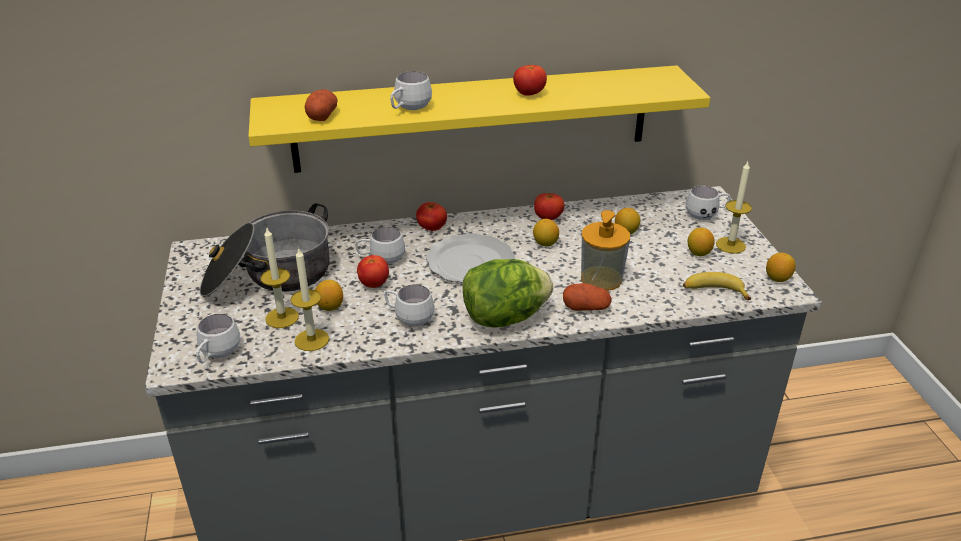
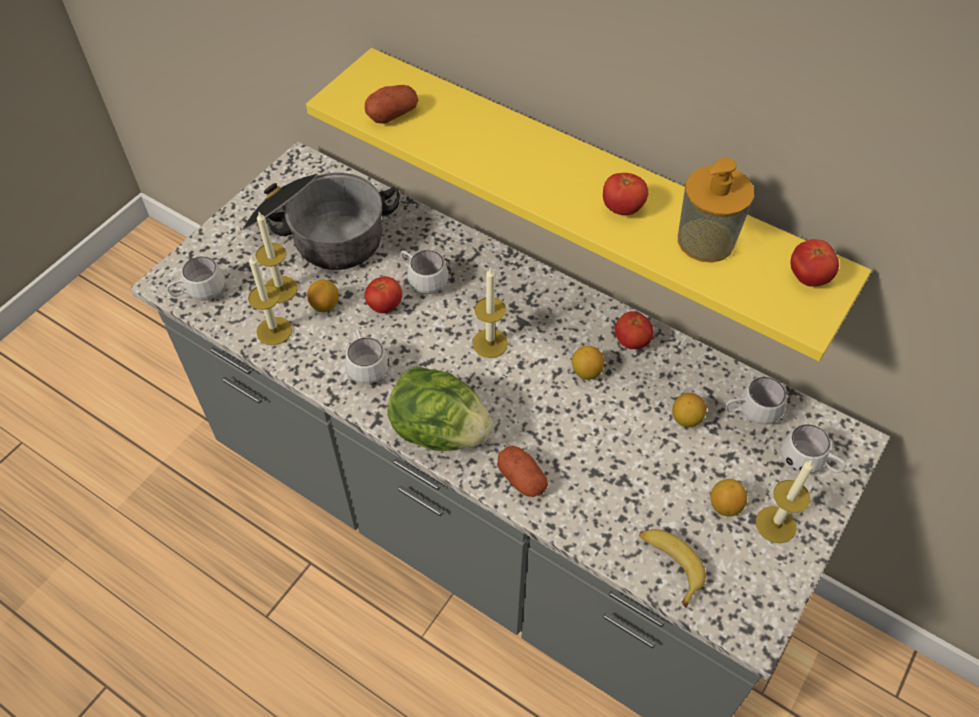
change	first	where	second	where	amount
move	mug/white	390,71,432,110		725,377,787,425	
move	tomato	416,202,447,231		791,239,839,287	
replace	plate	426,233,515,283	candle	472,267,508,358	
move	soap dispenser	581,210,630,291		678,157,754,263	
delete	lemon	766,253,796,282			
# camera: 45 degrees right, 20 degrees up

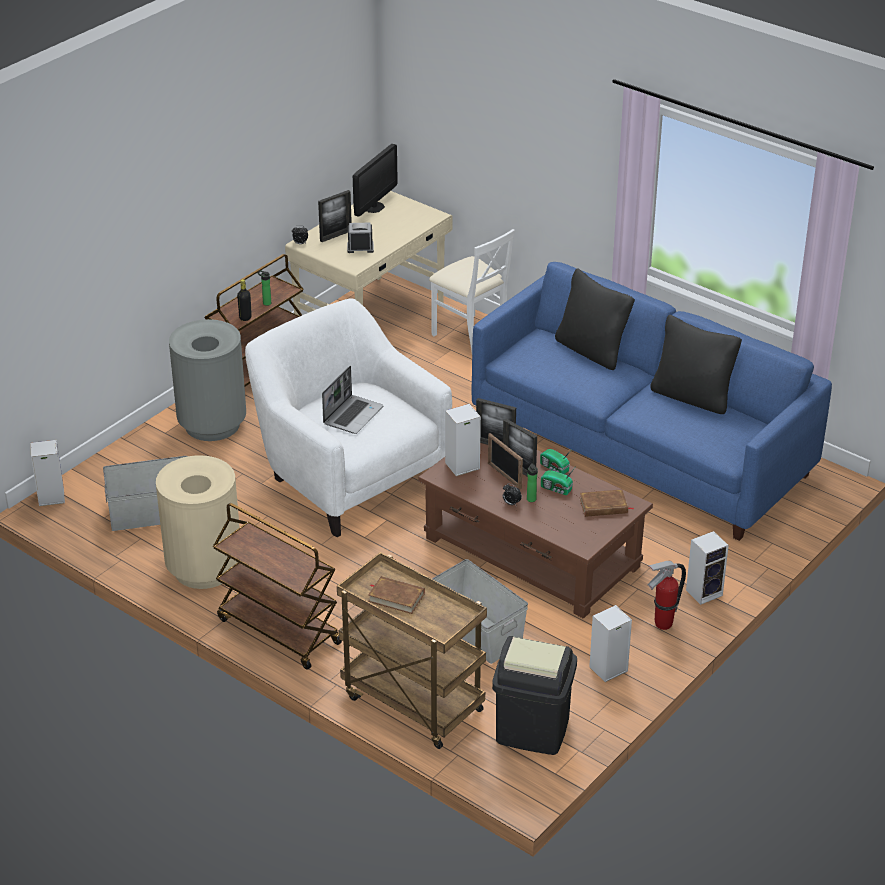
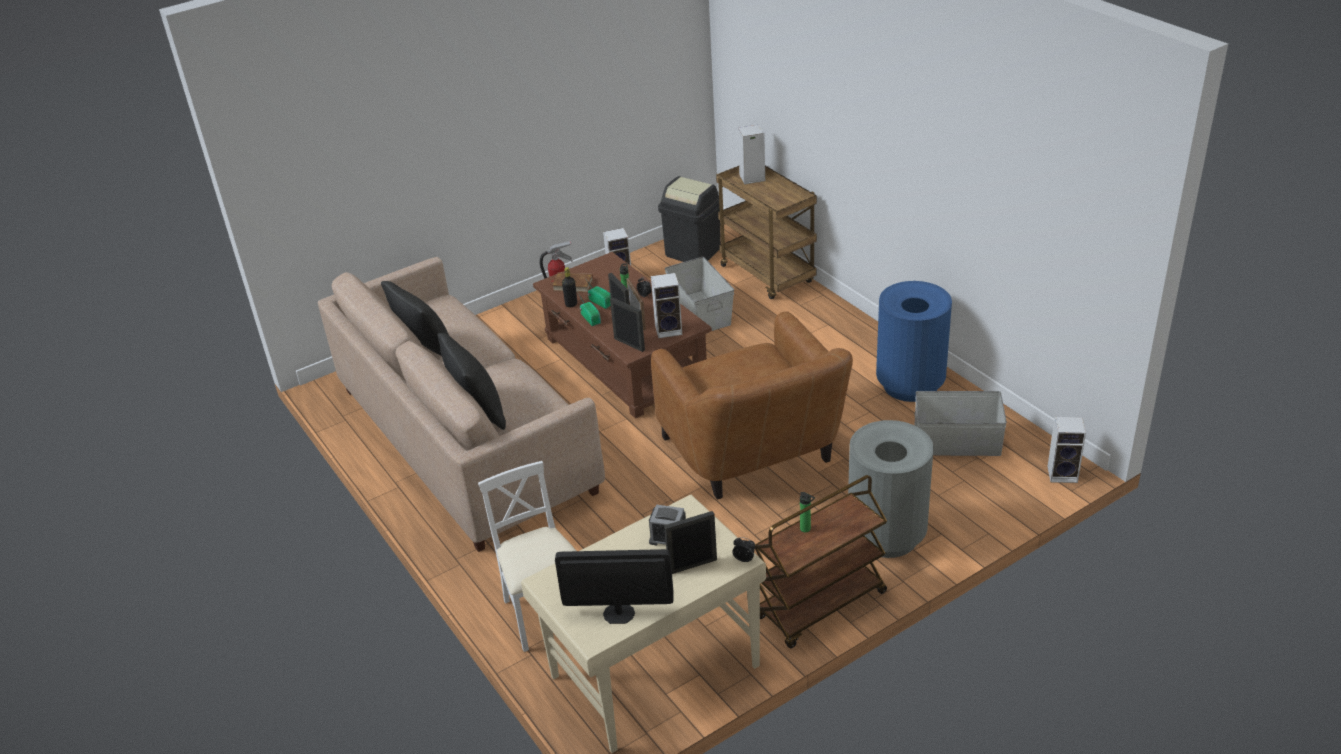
change	first	where	second	where	amount
recolor	trash can/beige	156,455,240,589	trash can/blue	876,281,952,402	
delete	cart/brown	213,503,342,670			
move	bottle/black	237,279,252,321		562,267,577,307	
recolor	armchair/white	245,298,452,537	armchair/brown	651,311,853,499	
delete	laptop	322,366,383,434			
rotate	monitor	353,144,397,217		555,549,674,624	45 degrees clockwise
delete	book/brown	368,576,425,614			
recolor	sofa/blue	472,262,832,541	sofa/beige	318,257,605,552	
move	speaker	686,531,729,605		738,125,765,185	
# camera: 160 degrees left, 0 degrees up

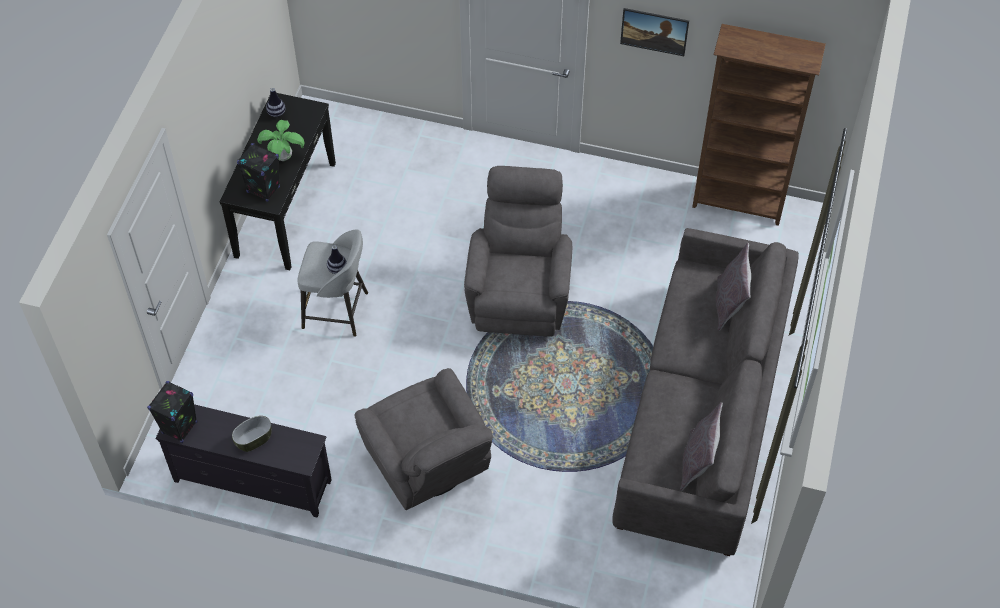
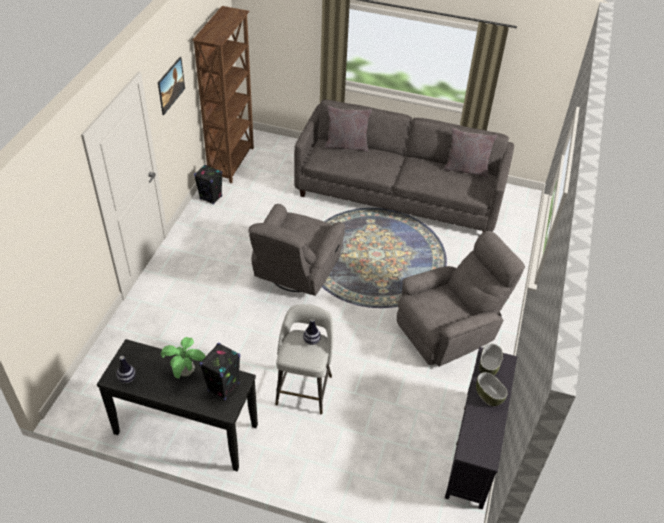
change	first	where	second	where	amount
move	speaker/black	147,381,198,443		194,165,222,205	
rotate	armchair/grey	464,166,572,337		248,204,345,296	75 degrees counterclockwise
insert			bowl	479,344,503,376	
# camera: 90 degrees left, 10 degrees down

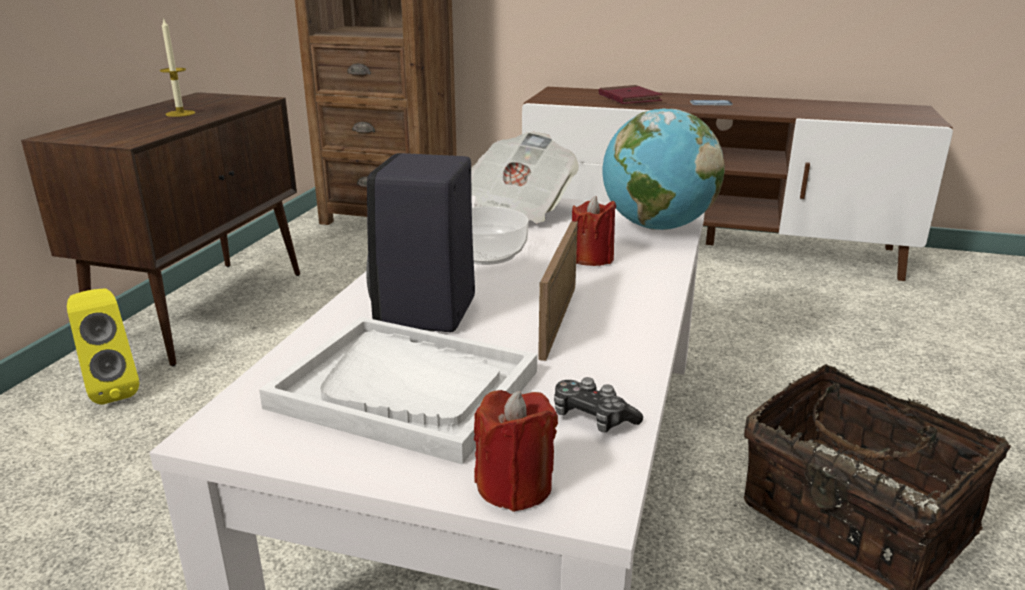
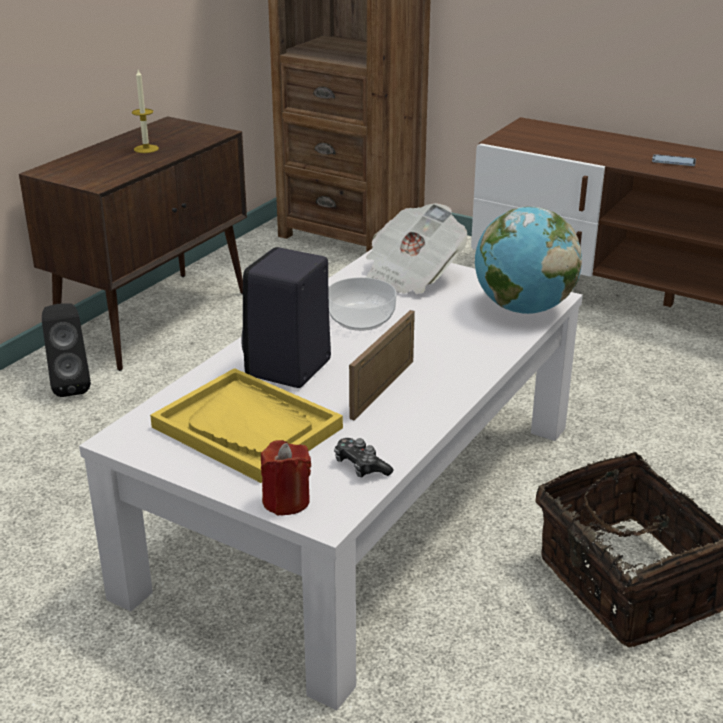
change	first	where	second	where	amount
recolor	speaker/yellow	67,288,139,405	speaker/black	42,303,91,397	
recolor	tray/white	259,317,537,464	tray/yellow	150,368,343,483	
delete	candle/red	572,196,616,266			
delete	book/red	599,85,662,104			
# camera: 15 degrees right, 5 degrees up

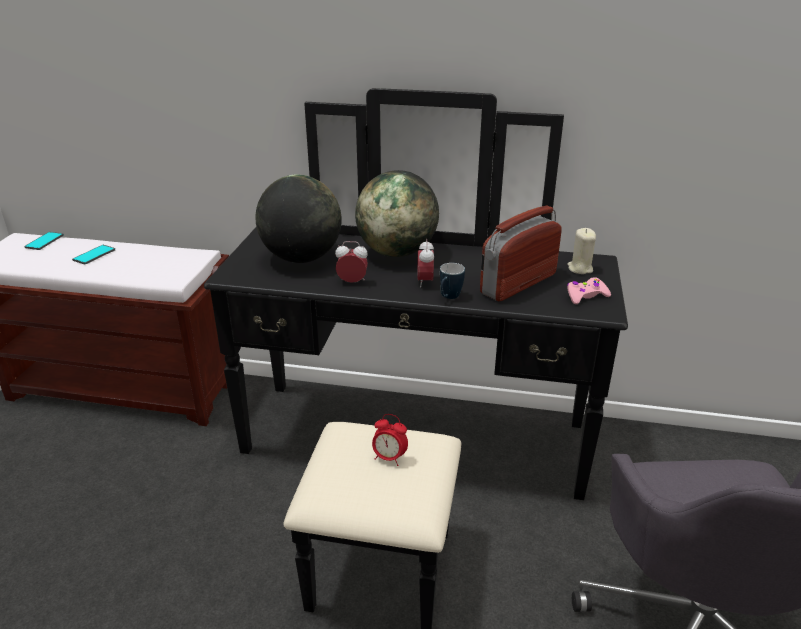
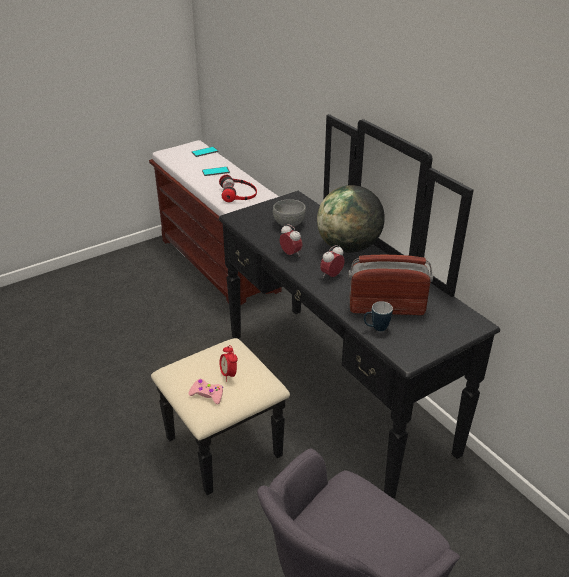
change	first	where	second	where	amount
replace	globe	256,175,342,263	bowl/grey	273,199,306,227	
move	mug	440,263,465,299		364,301,393,331	
delete	candle/beige	567,228,596,274			
move	game controller/pink	567,277,611,304		188,379,223,404	
insert			headphones	219,175,257,202	
# camera: 45 degrees right, 5 degrees up

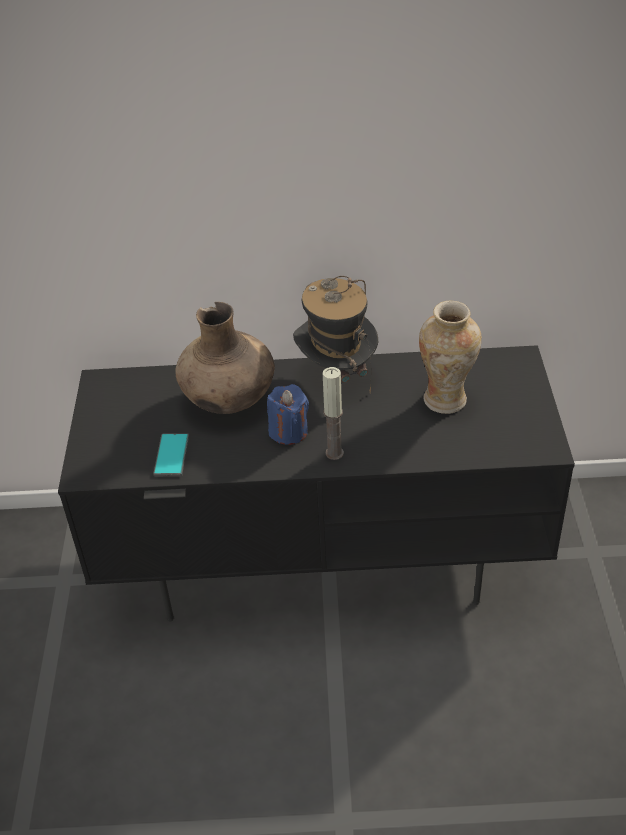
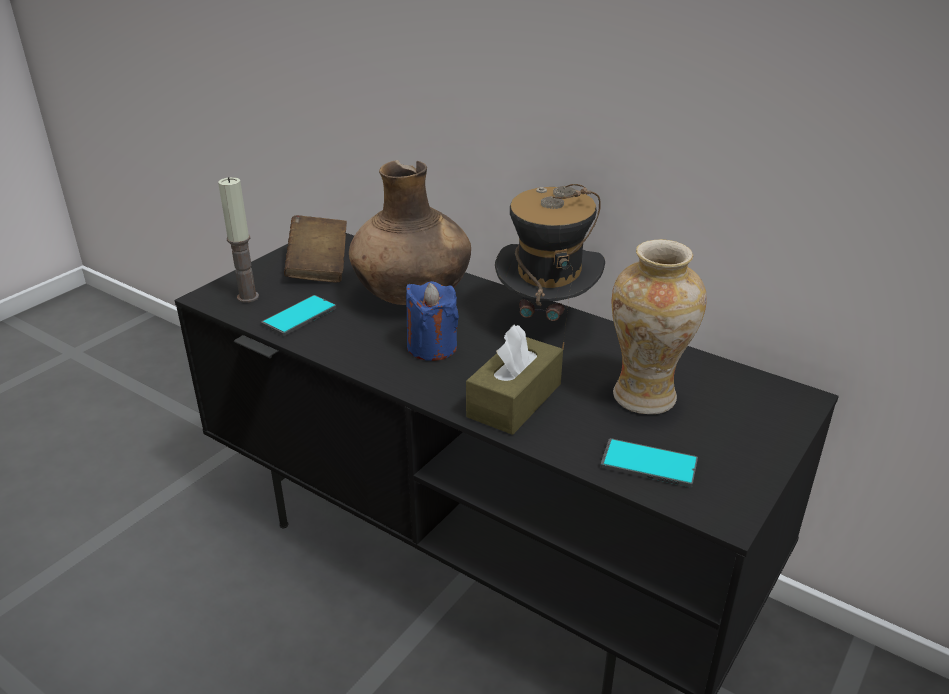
change	first	where	second	where	amount
move	candle	323,367,344,460		218,177,259,303	
insert			book/brown	284,215,347,282	
insert			tissue box/brown	466,324,563,435	
insert			phone	600,438,698,487	
# camera: 35 degrees right, 10 degrees down

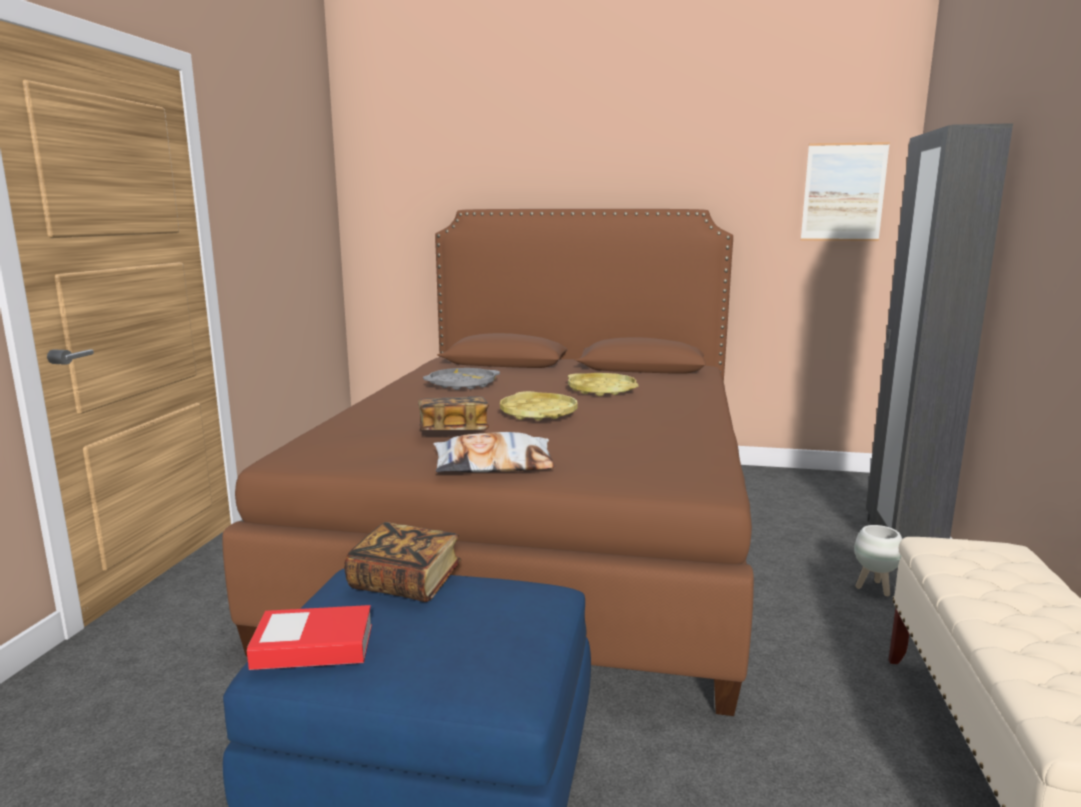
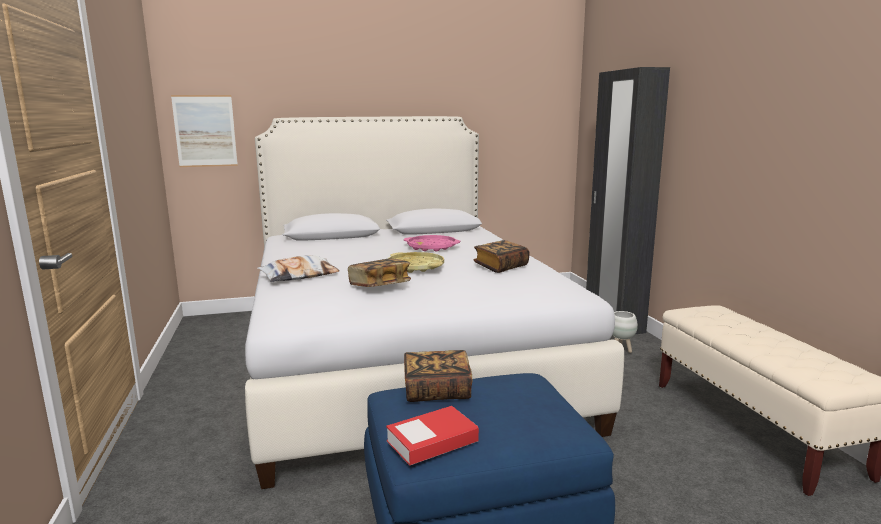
change	first	where	second	where	amount
recolor	bed/brown	222,209,754,716	bed/white	245,116,624,489	
delete	tray/grey	423,368,500,390			
move	pillow	434,432,555,472		257,255,339,282	
recolor	tray/yellow	568,373,639,396	tray/pink	404,235,460,252	
move	picture	801,142,890,241		171,95,238,167	
insert			book	474,240,529,273	
# camera: 25 degrees left, 0 degrees up

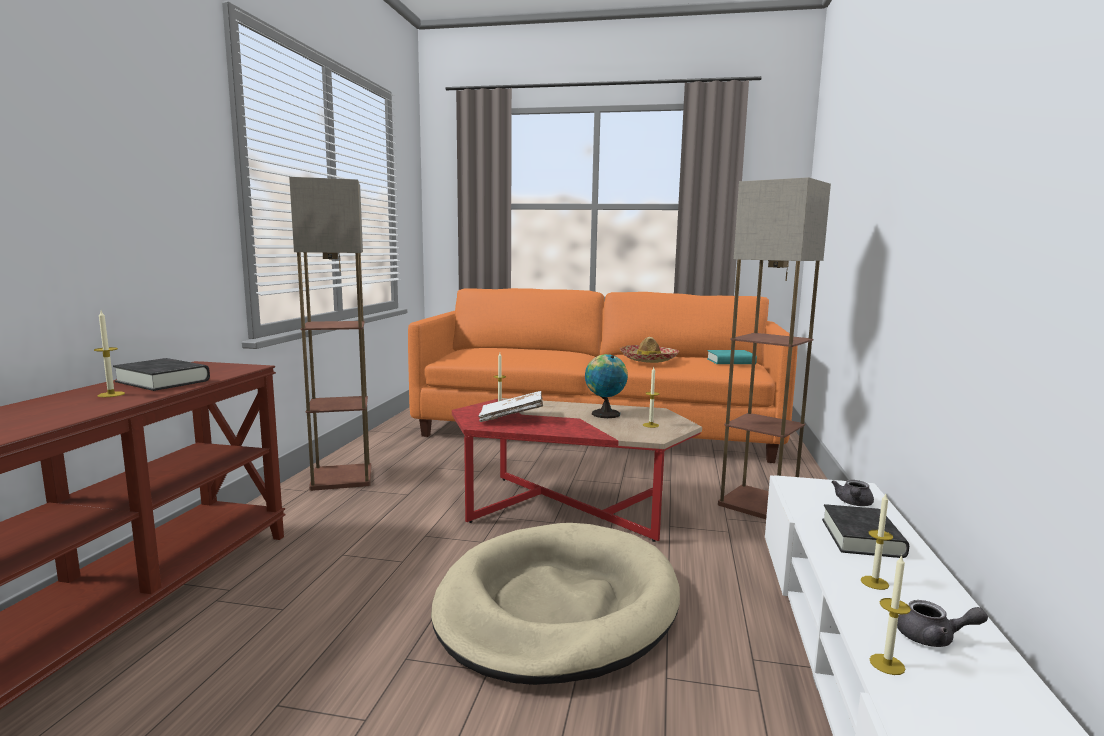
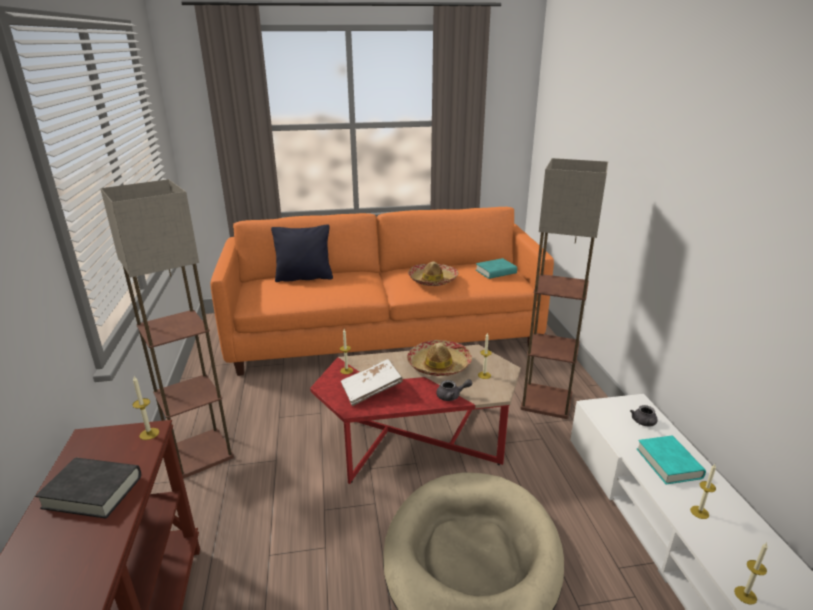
change	first	where	second	where	amount
move	candle	94,311,125,397		133,376,159,440	
replace	globe	585,354,628,418	hat	407,340,472,376	
recolor	book/black	822,504,909,558	book/turquoise	637,436,706,485	
move	teapot/grey	897,600,988,647		437,379,472,401	
insert			pillow/black	271,224,333,282	
# camera: 20 degrees left, 15 degrees up

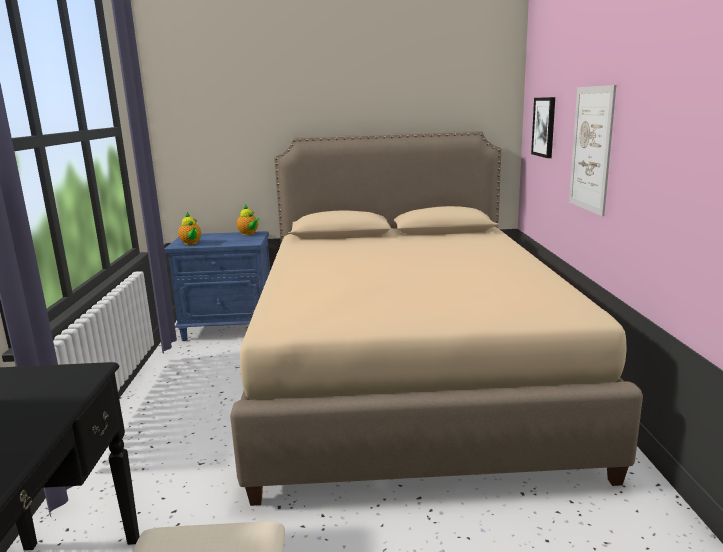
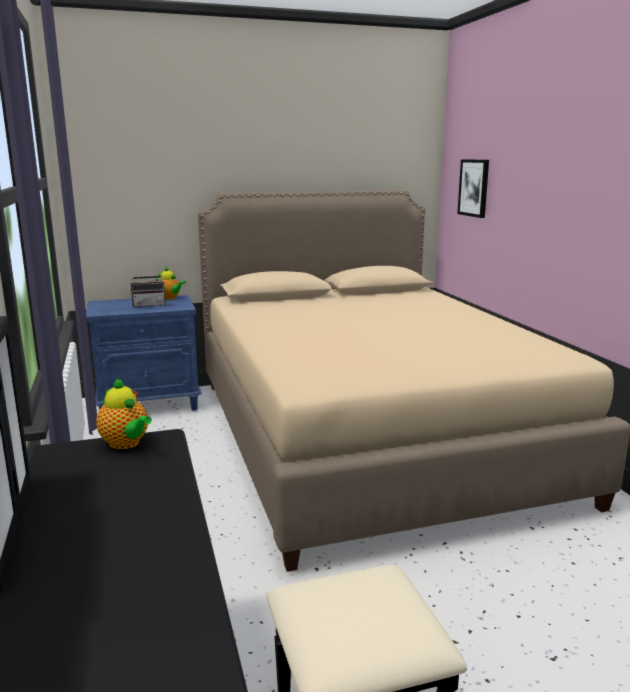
change	first	where	second	where	amount
move	teapot	178,212,201,245		96,378,152,449	
delete	picture	569,85,616,216			
insert			radio	131,267,166,307	
# camera: 15 degrees left, 0 degrees up

